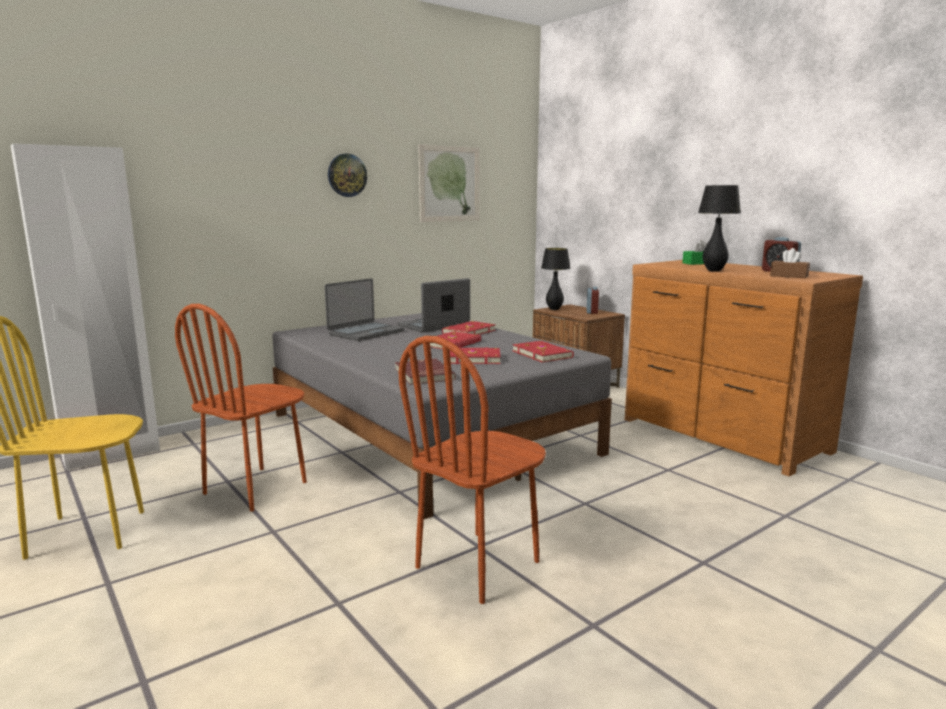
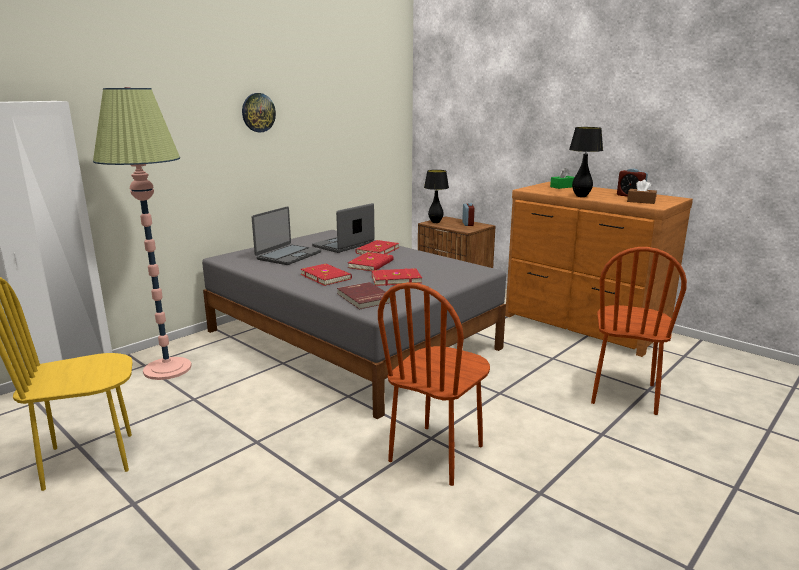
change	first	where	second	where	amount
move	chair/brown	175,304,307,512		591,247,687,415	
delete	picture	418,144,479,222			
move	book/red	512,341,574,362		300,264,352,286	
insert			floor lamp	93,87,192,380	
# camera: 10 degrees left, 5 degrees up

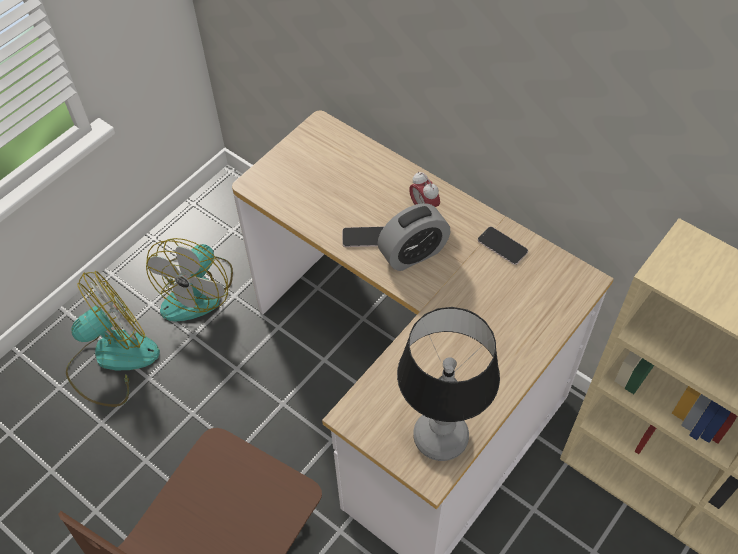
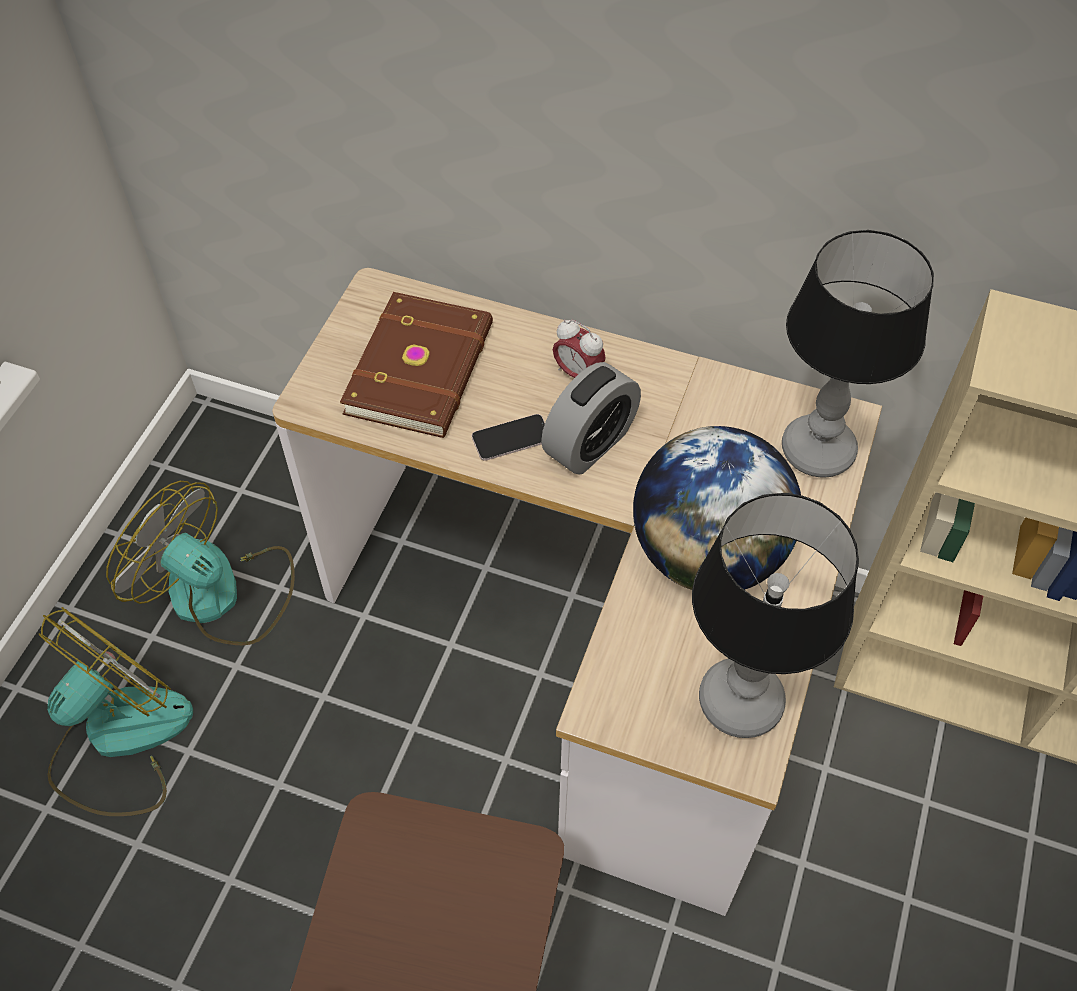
change	first	where	second	where	amount
rotate	fan	146,238,233,321		106,481,295,645	120 degrees clockwise
delete	phone	478,227,528,265			
insert			book/brown	340,292,493,438	
insert			globe	633,426,801,590	
insert			table lamp	782,230,934,478	
# camera: 20 degrees left, 0 degrees up

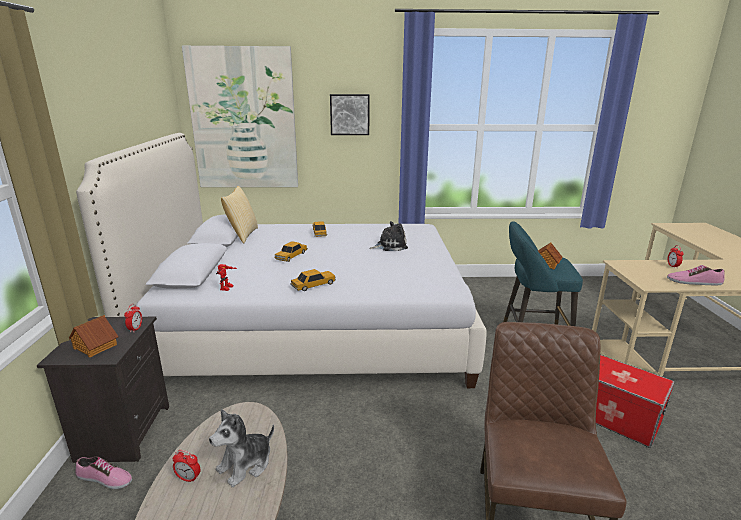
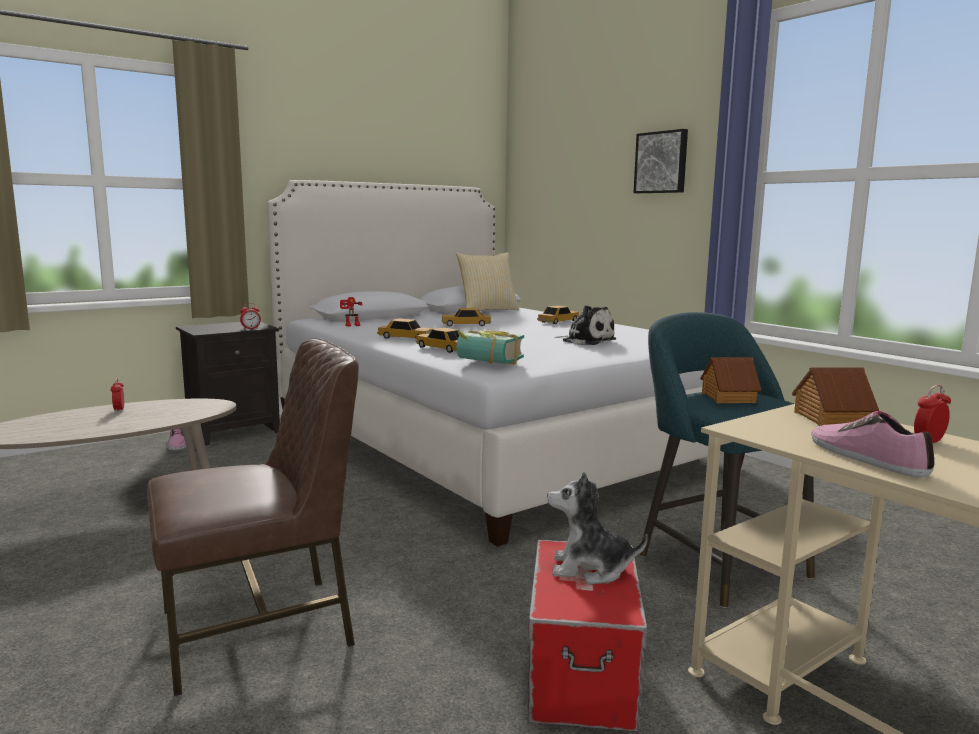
change	first	where	second	where	amount
move	toy house	69,315,119,357		792,367,879,426	
delete	picture	182,46,298,187			
move	plush toy	209,409,274,487		547,472,648,584	
insert			toy car	416,328,460,353	
insert			book	457,329,524,364	
# camera: 55 degrees right, 10 degrees down

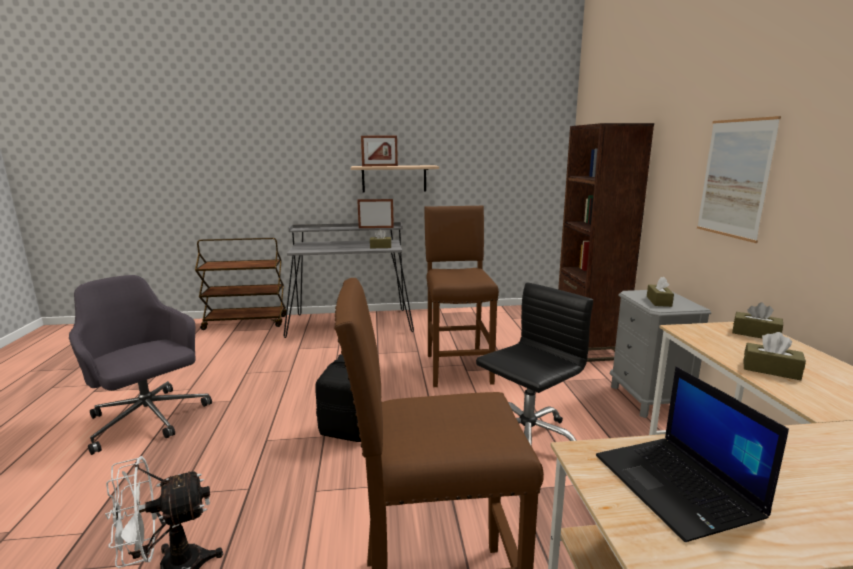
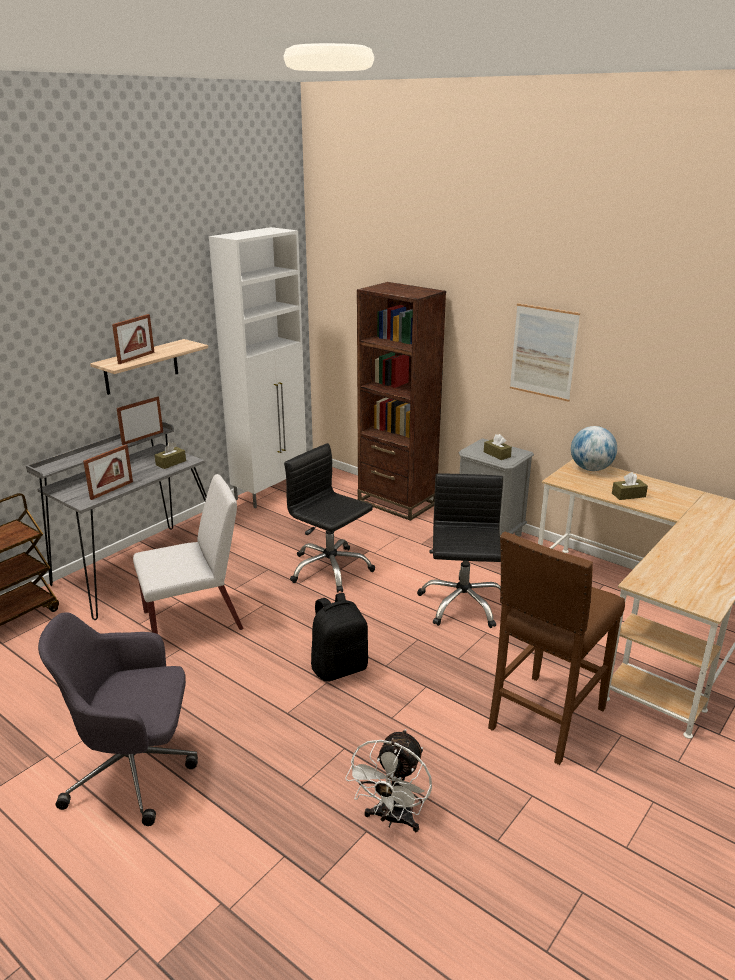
change	first	where	second	where	amount
replace	stool/brown	424,205,499,387	office chair/black	284,443,375,593	
delete	laptop	596,366,789,542			
replace	tissue box/brown	732,302,783,338	globe	571,426,617,471	
insert			picture frame	83,444,133,500	
insert			chair/white	133,474,244,634	
insert			cabinet/white	209,227,306,508	
# camera: 45 degrees left, 10 degrees up

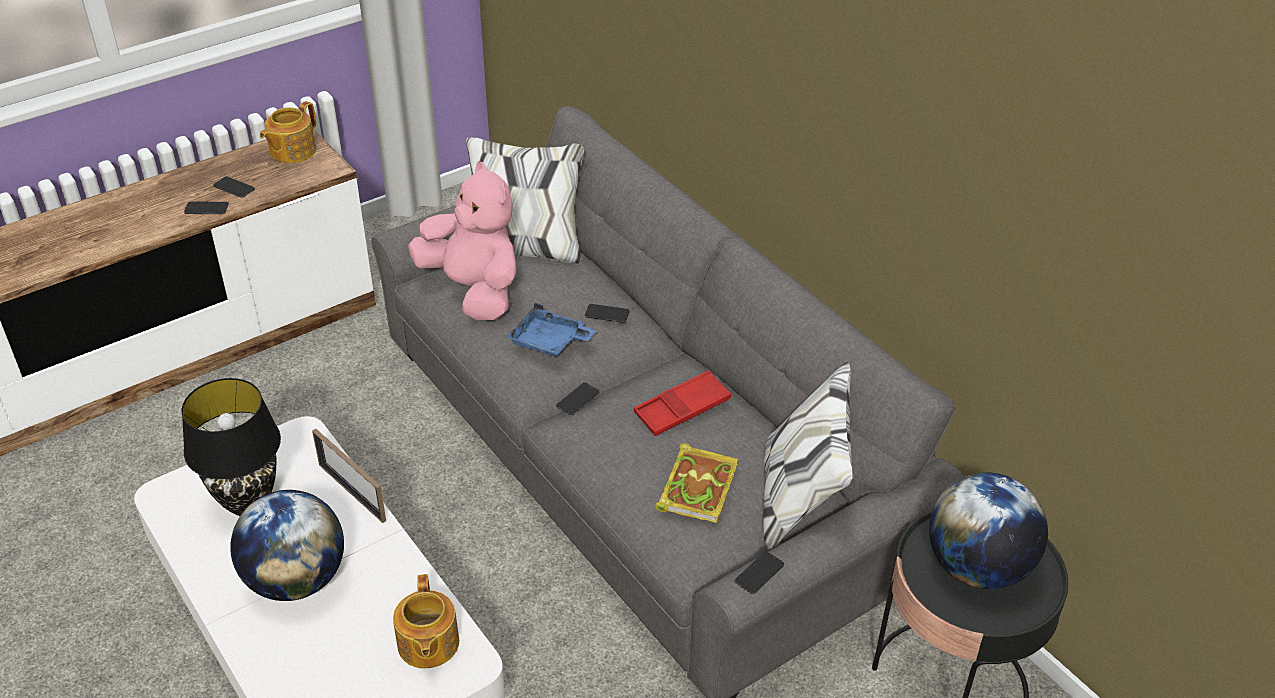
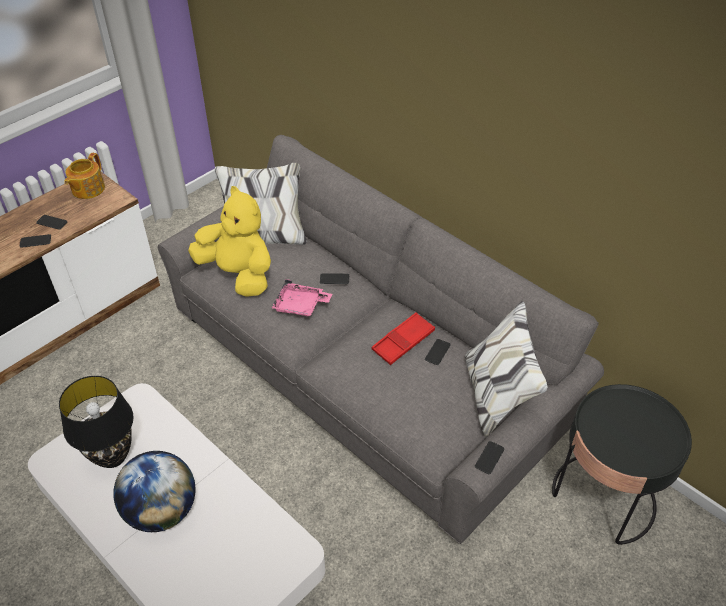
change	first	where	second	where	amount
delete	picture frame	312,429,386,523			
delete	teapot	393,574,459,668			
recolor	plush toy/pink	408,161,516,320	plush toy/yellow	188,186,271,297	
recolor	tray/blue	506,303,596,357	tray/pink	272,279,332,316	
move	phone	556,383,599,415		425,339,451,365	
delete	book	655,443,738,523			
delete	globe	929,472,1048,589			
# camera: 10 degrees left, 5 degrees up

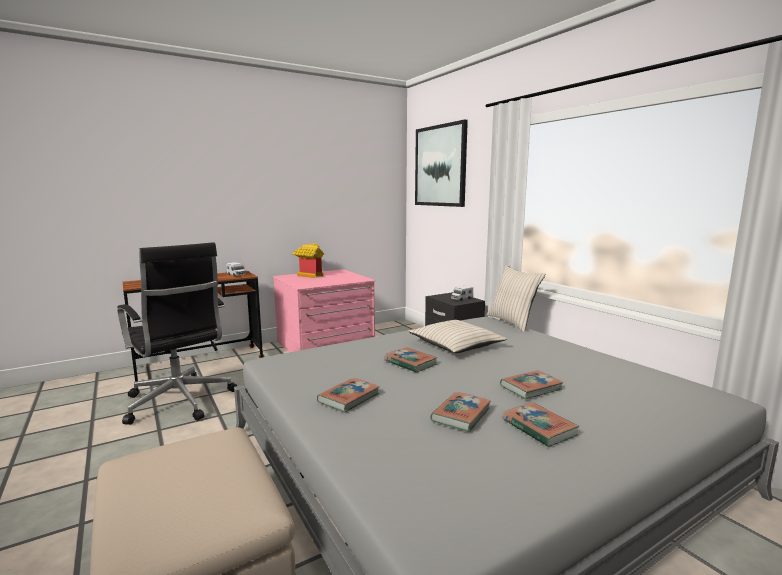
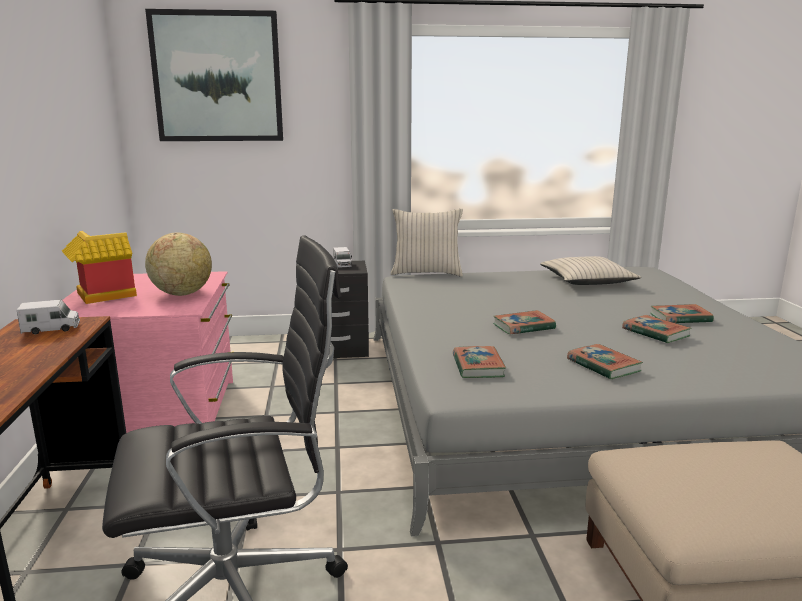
change	first	where	second	where	amount
move	pillow/beige	408,320,507,353		540,256,641,285	
move	book	500,370,564,399		453,346,506,378	
insert			globe	145,232,212,296	
# camera: 65 degrees left, 5 degrees up

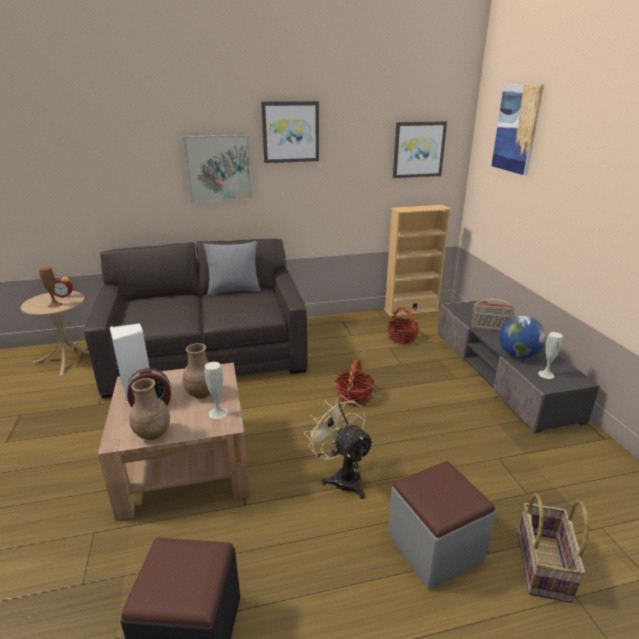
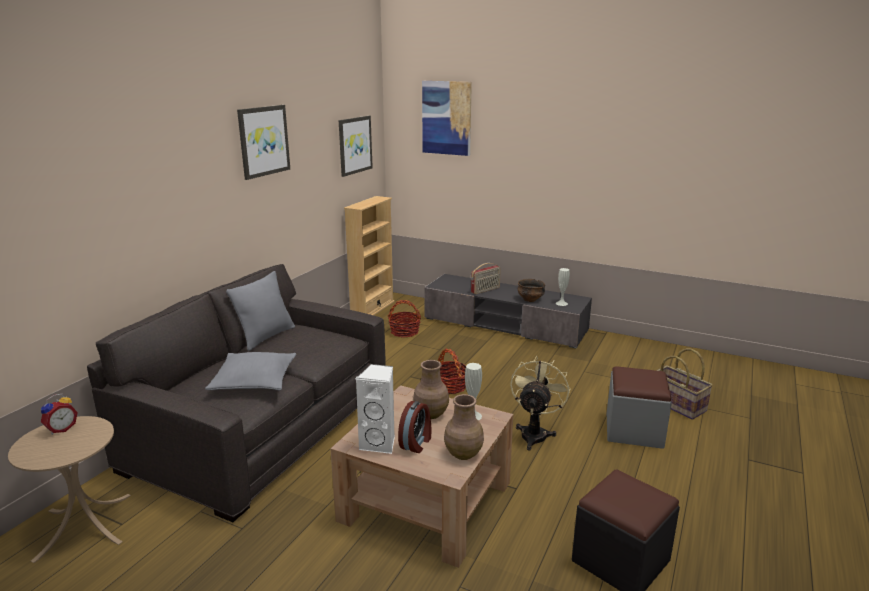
change	first	where	second	where	amount
delete	vase/brown	39,267,62,308			
delete	picture	183,135,253,202			
rotate	fan/beige	304,395,374,499		510,356,571,451	105 degrees clockwise
replace	globe	499,316,546,359	bowl	517,279,545,302	
insert			pillow/grey	205,352,296,390	
# camera: 50 degrees left, 5 degrees down

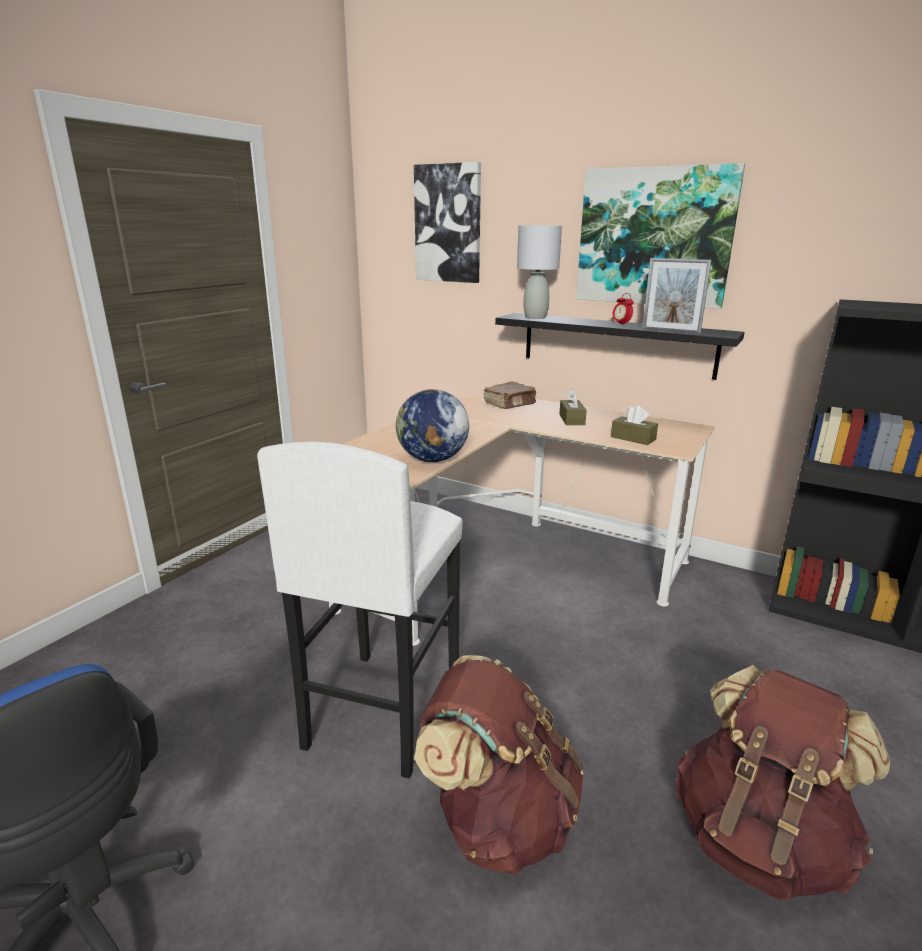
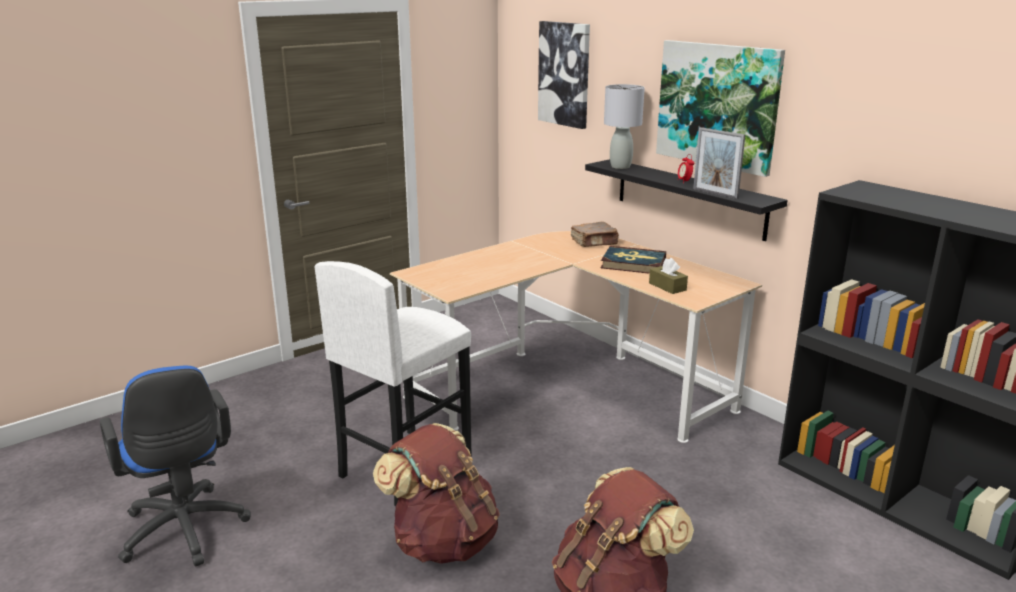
change	first	where	second	where	amount
delete	globe	396,389,469,462			
replace	tissue box/brown	559,390,587,425	book	601,246,666,274	
# camera: 20 degrees right, 0 degrees up

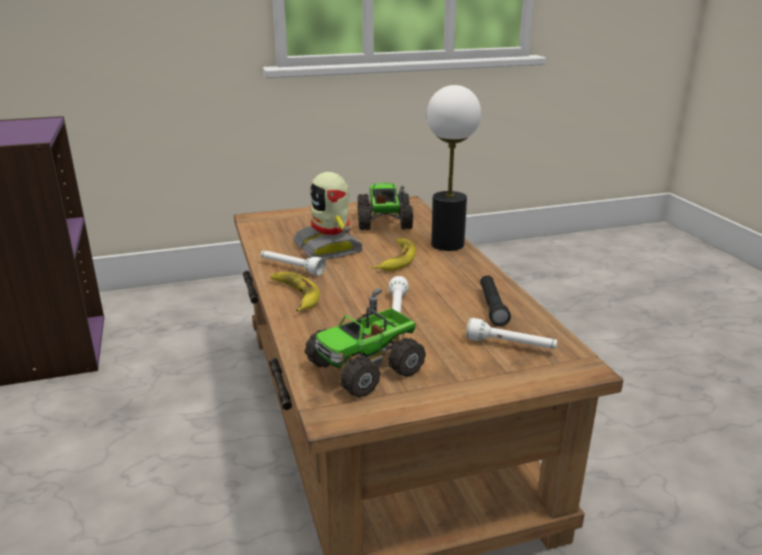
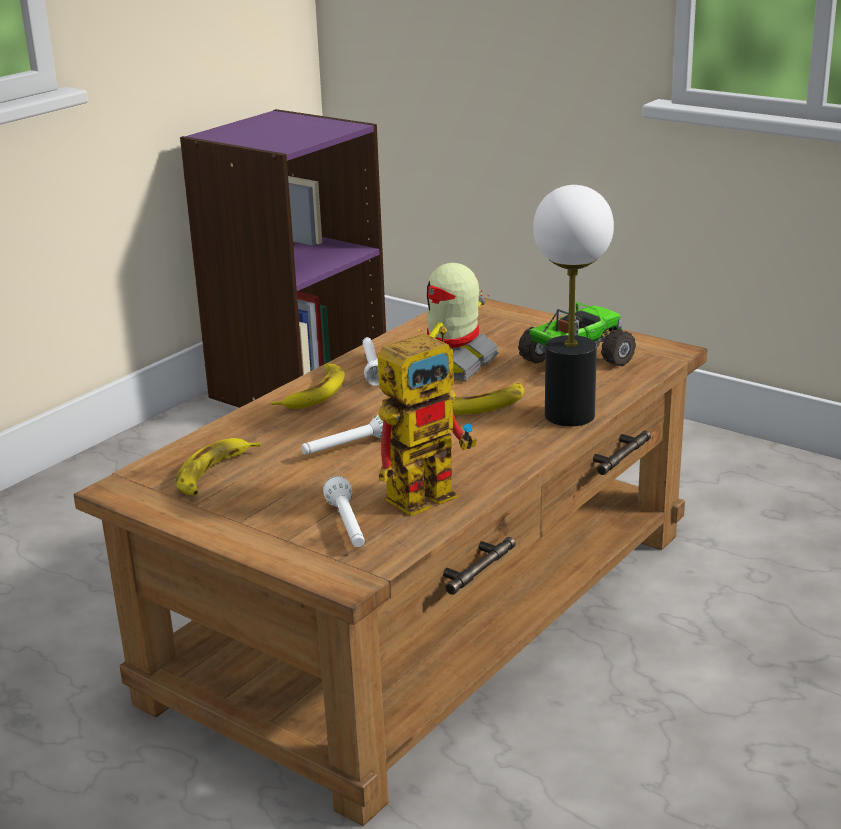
change	first	where	second	where	amount
replace	toy truck	305,288,426,398	banana	175,438,261,496	
replace	flashlight/black	480,275,511,327	toy robot	378,327,477,516	
# camera: 55 degrees right, 0 degrees up

